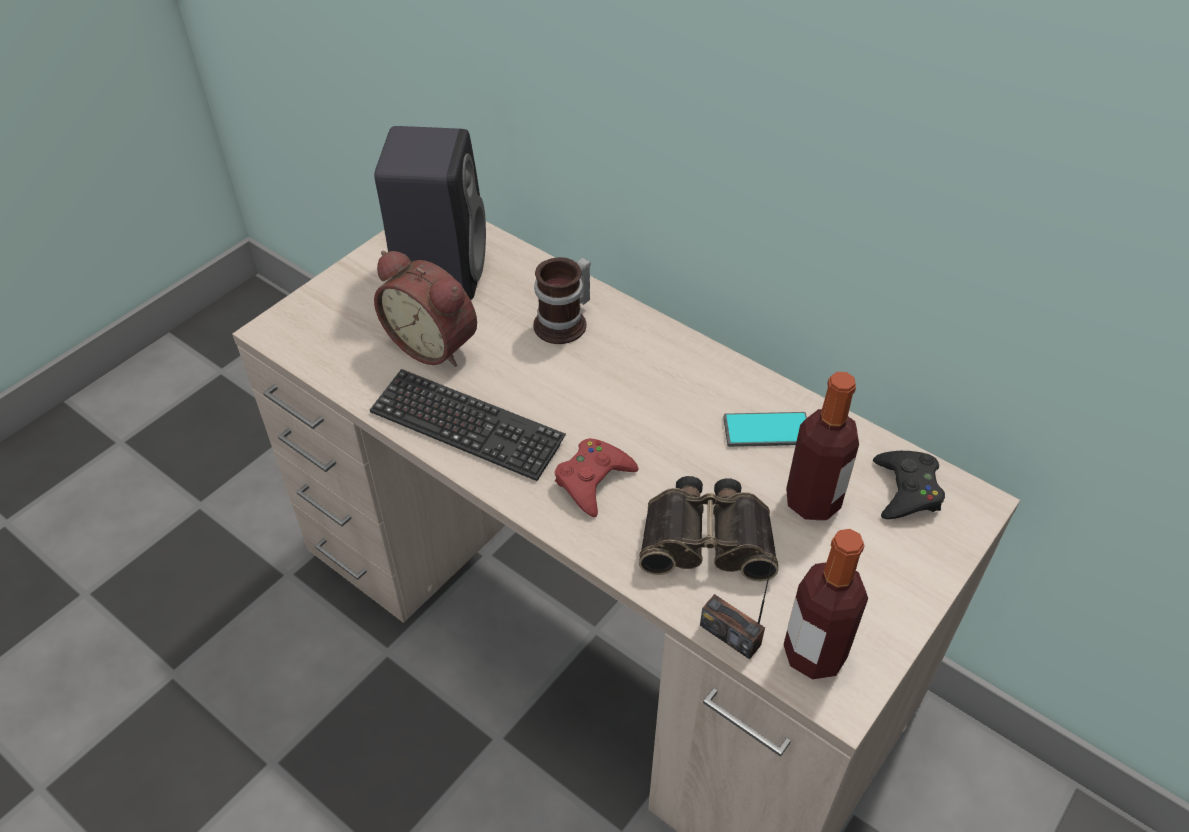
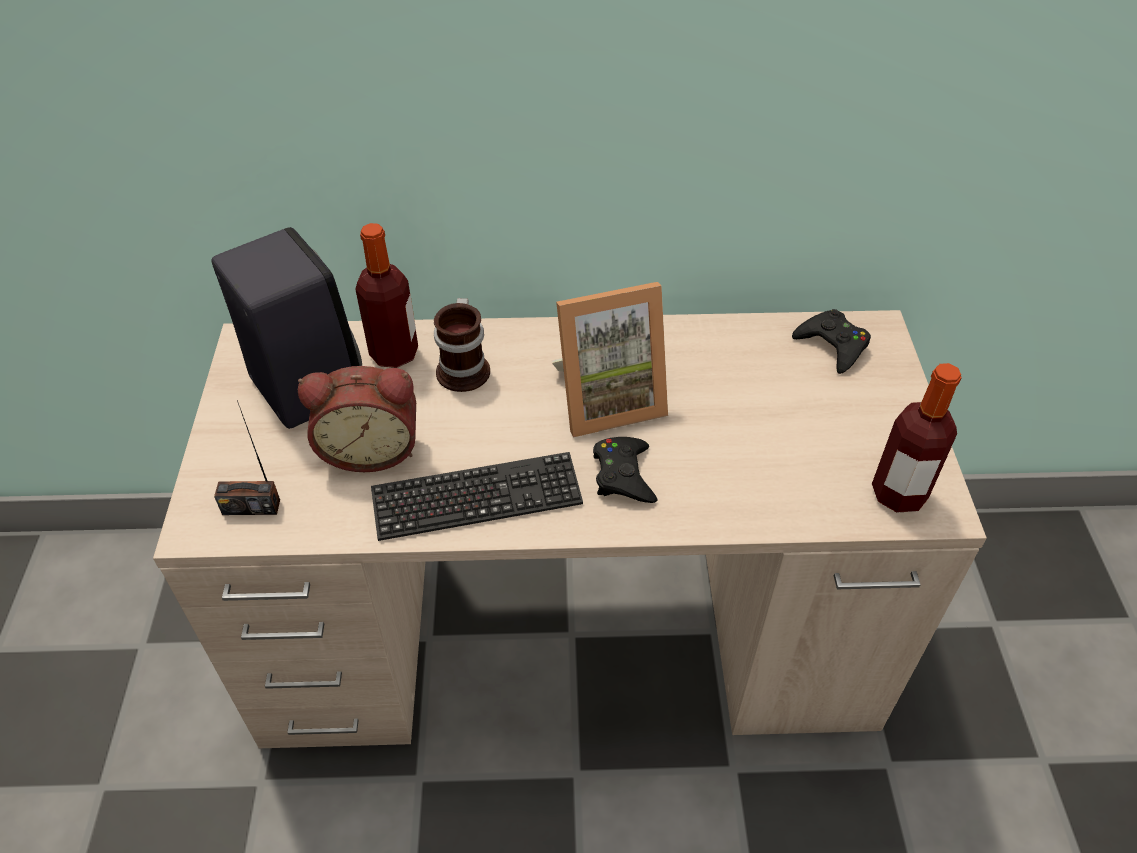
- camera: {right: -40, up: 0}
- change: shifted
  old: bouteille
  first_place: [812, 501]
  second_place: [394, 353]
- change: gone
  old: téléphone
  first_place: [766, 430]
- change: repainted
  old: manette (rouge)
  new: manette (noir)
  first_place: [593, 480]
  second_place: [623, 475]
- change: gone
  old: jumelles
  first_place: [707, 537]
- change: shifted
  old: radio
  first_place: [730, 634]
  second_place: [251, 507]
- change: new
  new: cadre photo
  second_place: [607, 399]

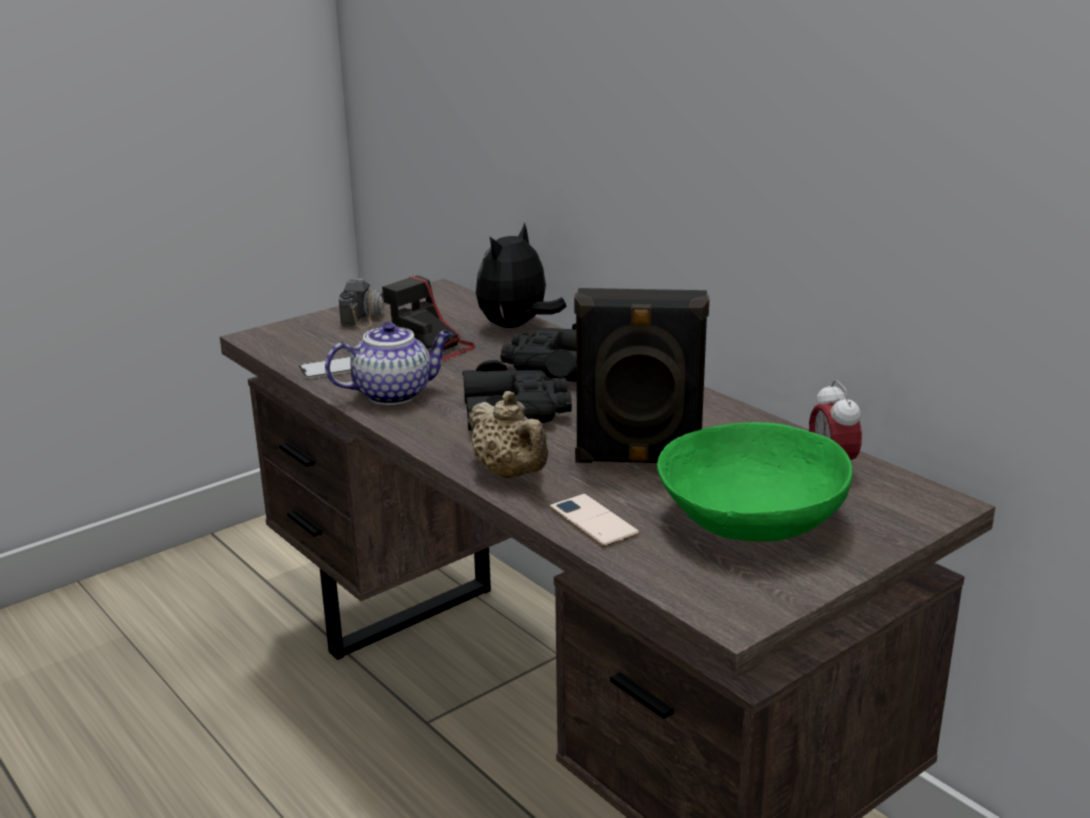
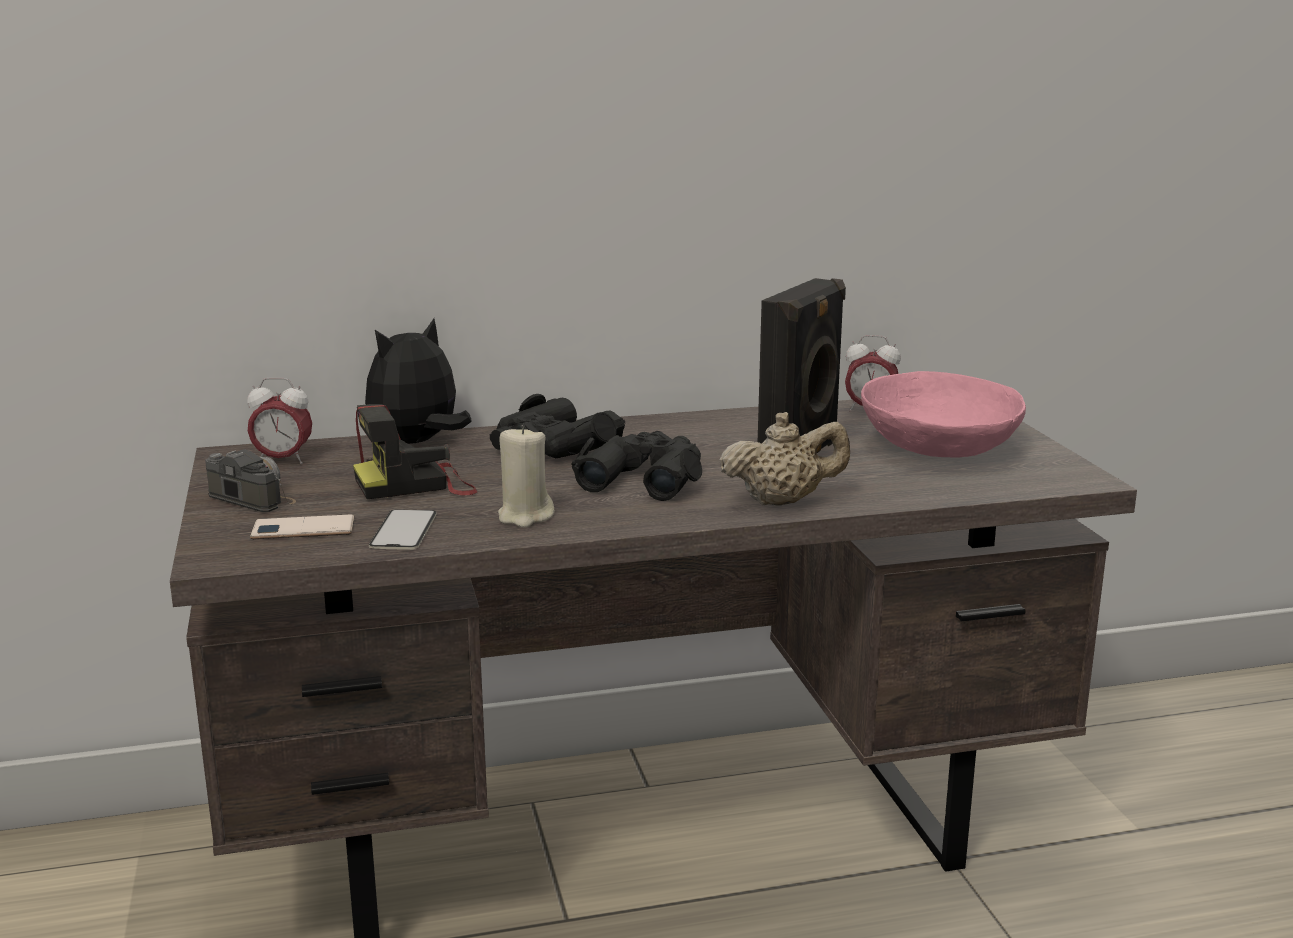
- camera: {right: -65, up: -5}
- change: rotated
  old: peluche
  first_place: [516, 326]
  second_place: [417, 443]
  degrees: 75
- change: swapped
  old: théière
  new: bougie (beige)
  first_place: [394, 394]
  second_place: [525, 516]
- change: repainted
  old: bol (vert)
  new: bol (rose)
  first_place: [752, 518]
  second_place: [938, 446]
- change: shifted
  old: téléphone
  first_place: [593, 521]
  second_place: [303, 528]
- change: new
  new: réveil
  second_place: [283, 460]

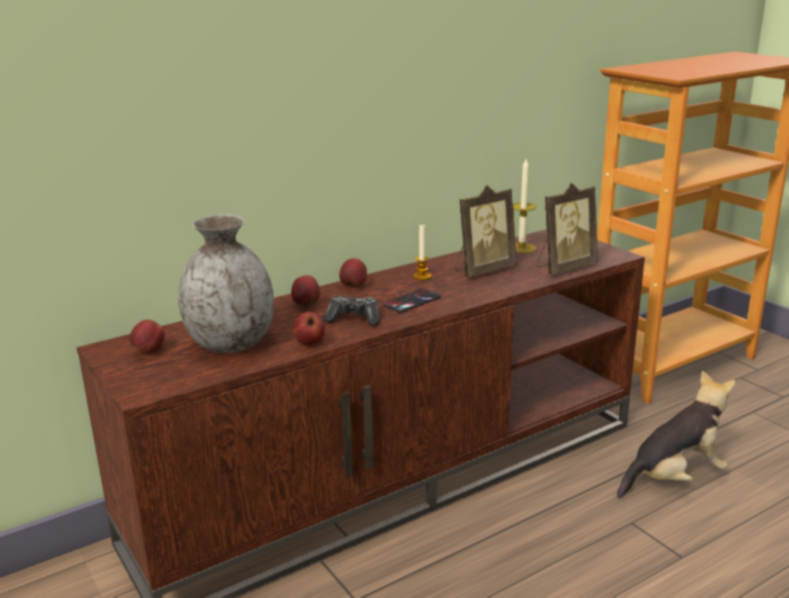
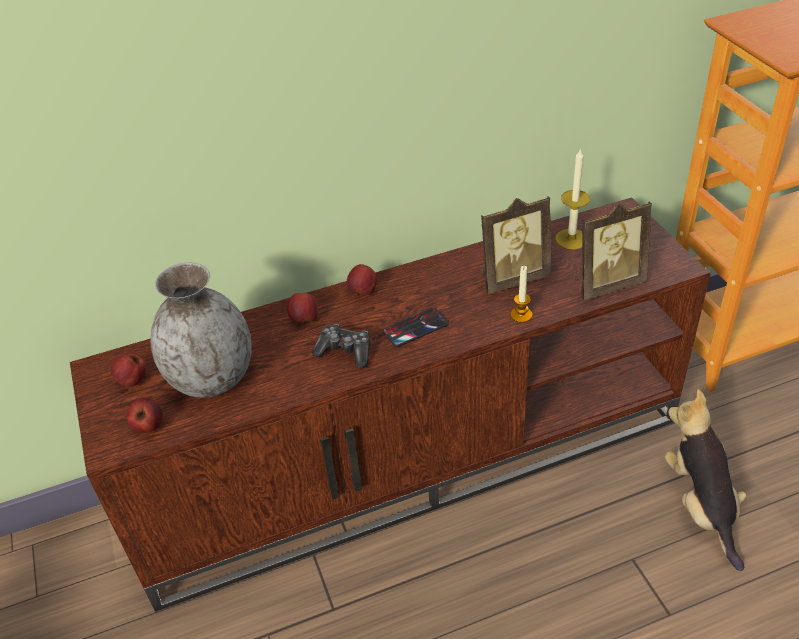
- camera: {right: 15, up: 20}
- change: shifted
  old: bougie
  first_place: [422, 276]
  second_place: [521, 315]
- change: shifted
  old: pomme
  first_place: [309, 343]
  second_place: [148, 426]
- change: rotated
  old: peluche
  first_place: [674, 477]
  second_place: [700, 505]
  degrees: -90

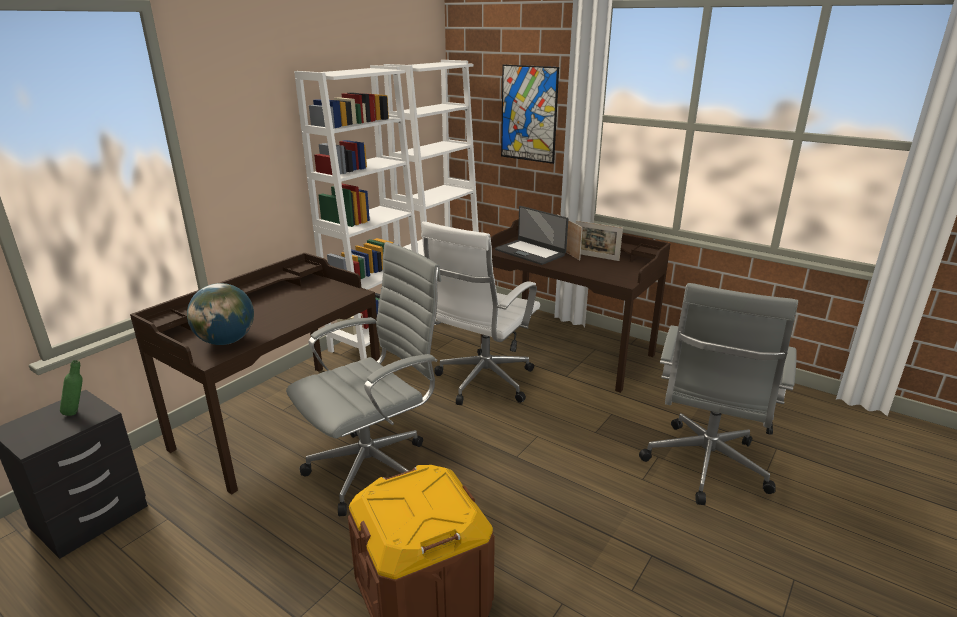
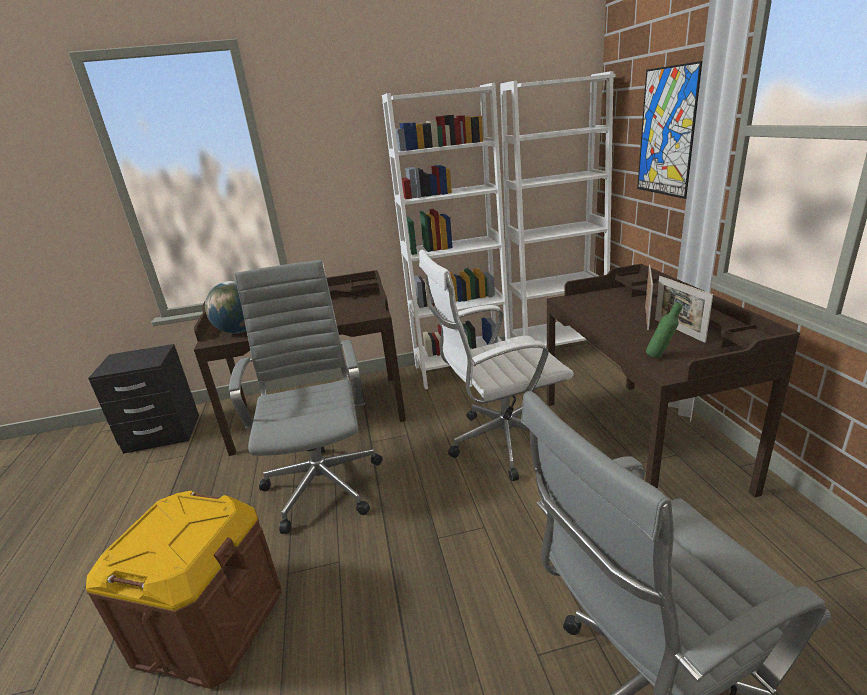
- camera: {right: 45, up: 0}
- change: gone
  old: ordinateur portable
  first_place: [530, 252]
- change: rotated
  old: chaise de bureau (gris)
  first_place: [375, 467]
  second_place: [323, 483]
  degrees: -105
- change: shifted
  old: bouteille (vert)
  first_place: [78, 411]
  second_place: [660, 356]

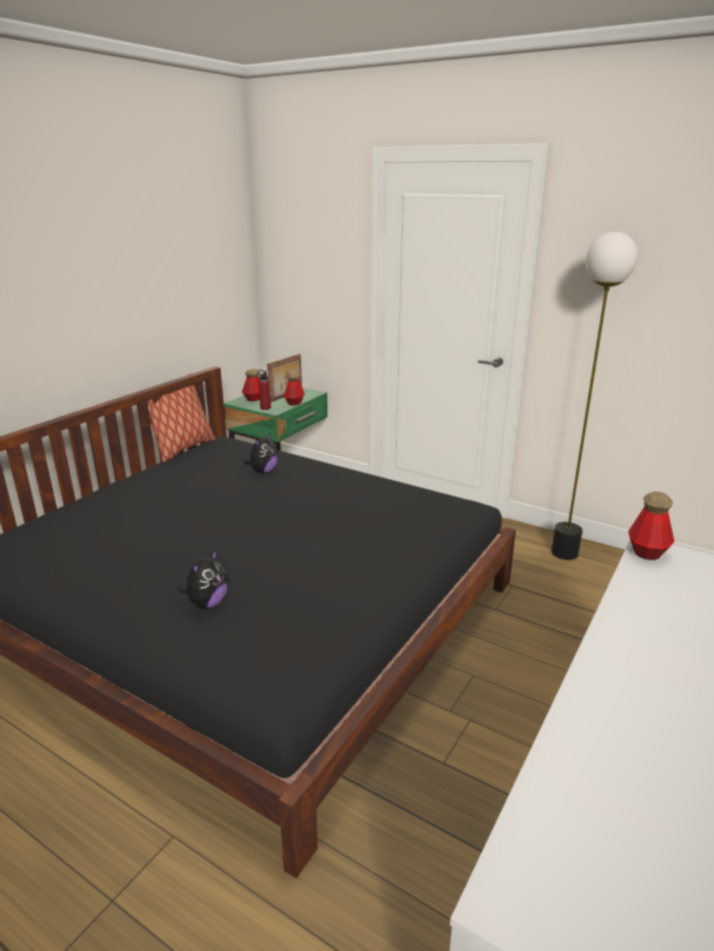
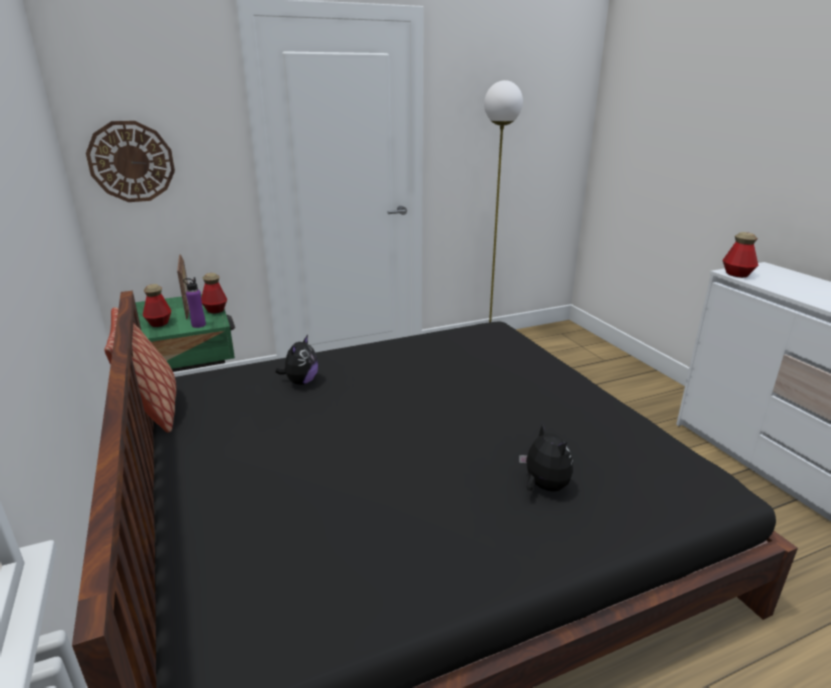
- camera: {right: -55, up: 0}
- change: repainted
  old: bouteille (rouge)
  new: bouteille (violet)
  first_place: [265, 408]
  second_place: [198, 325]
- change: rotated
  old: peluche
  first_place: [263, 471]
  second_place: [301, 382]
  degrees: 45
- change: new
  new: horloge murale
  second_place: [131, 162]

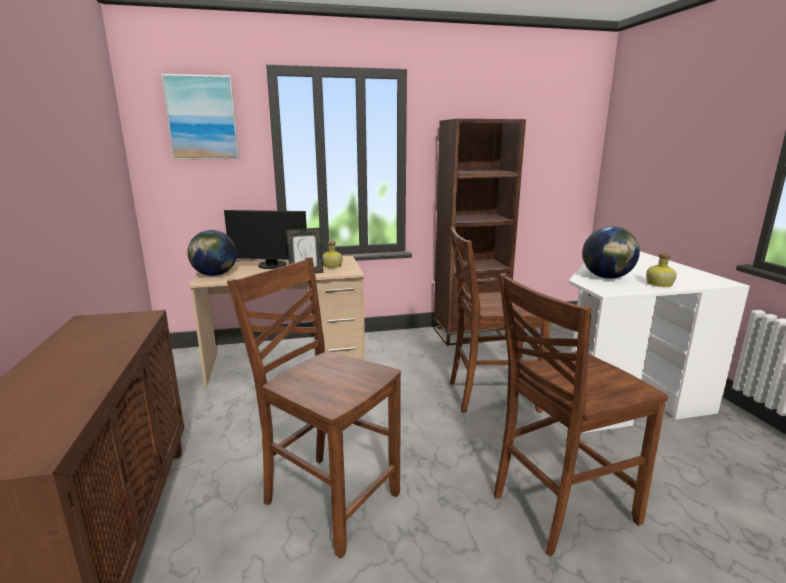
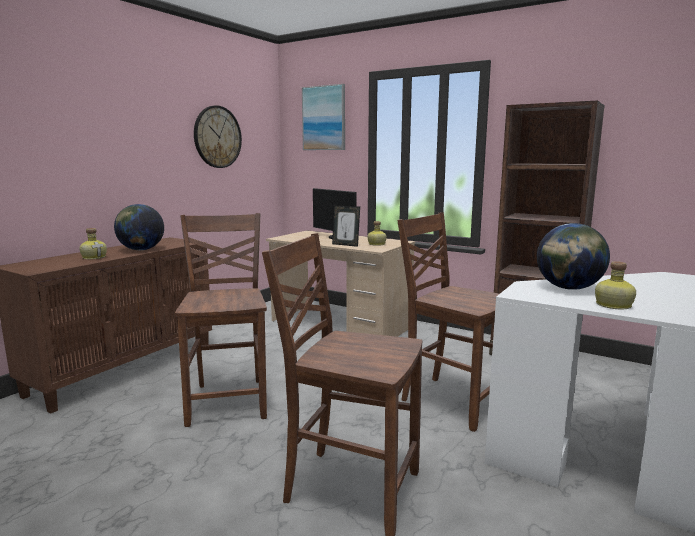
- camera: {right: 45, up: -5}
- change: shifted
  old: globe
  first_place: [214, 275]
  second_place: [141, 250]
- change: new
  new: horloge murale
  second_place: [217, 137]
- change: new
  new: bouteille
  second_place: [94, 257]

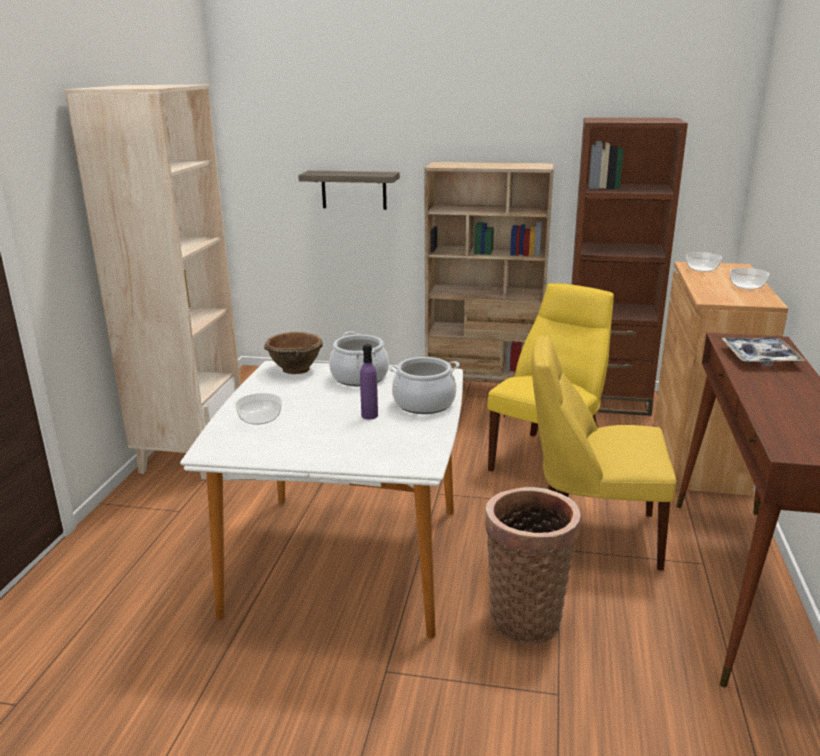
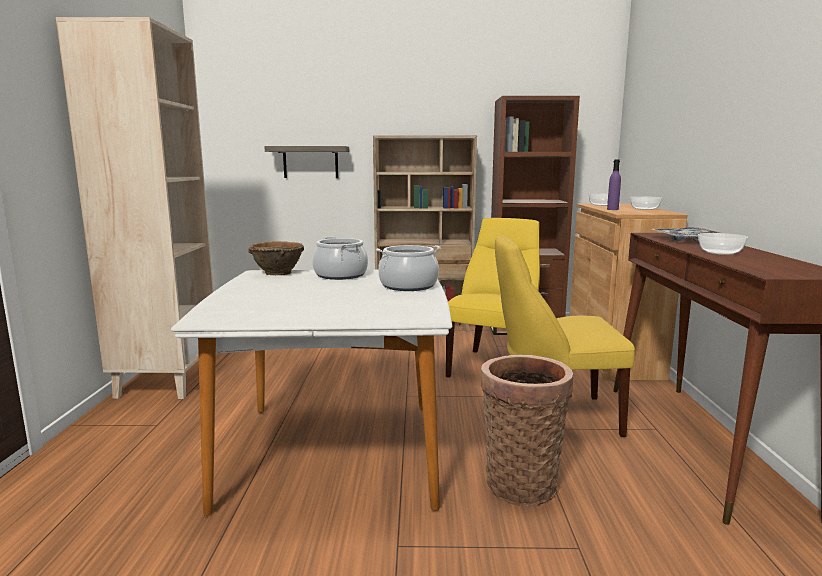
- camera: {right: -10, up: -10}
- change: shifted
  old: bouteille (violet)
  first_place: [369, 415]
  second_place: [612, 209]
- change: shifted
  old: bol
  first_place: [259, 419]
  second_place: [720, 252]

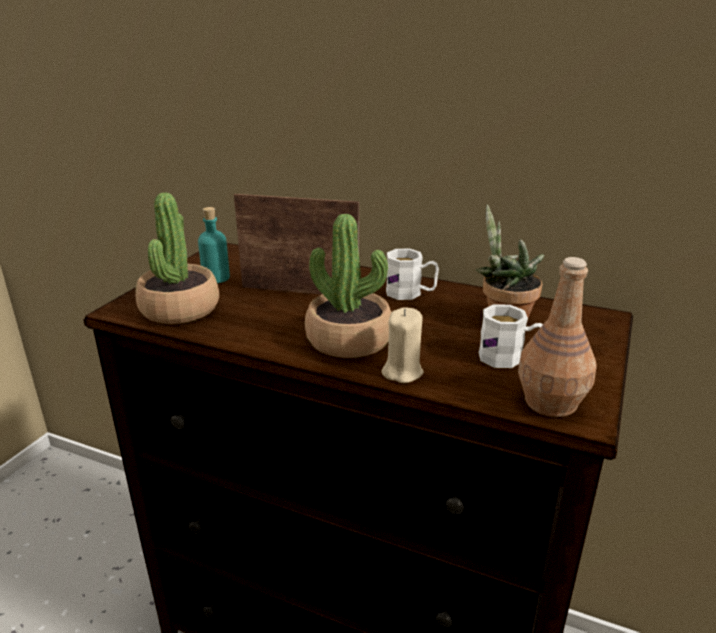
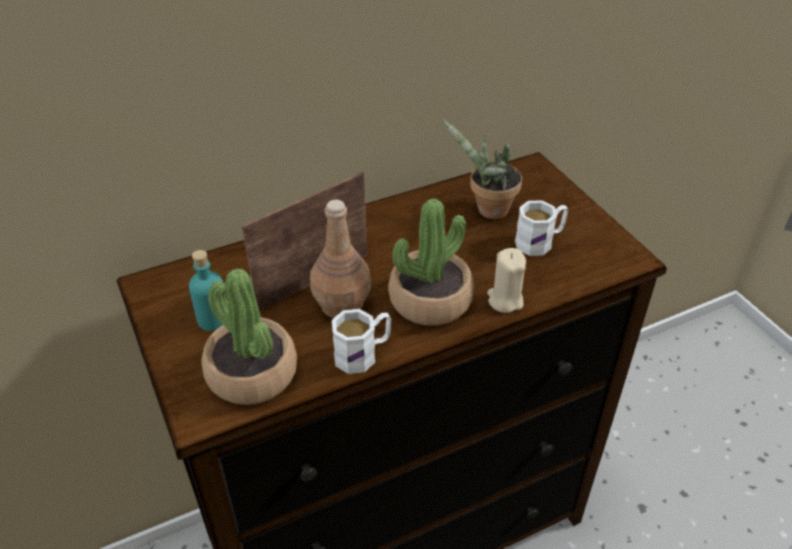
- camera: {right: -50, up: 15}
- change: shifted
  old: mug (blanc)
  first_place: [411, 293]
  second_place: [363, 354]
- change: shifted
  old: bouteille (marron)
  first_place: [550, 402]
  second_place: [341, 304]

